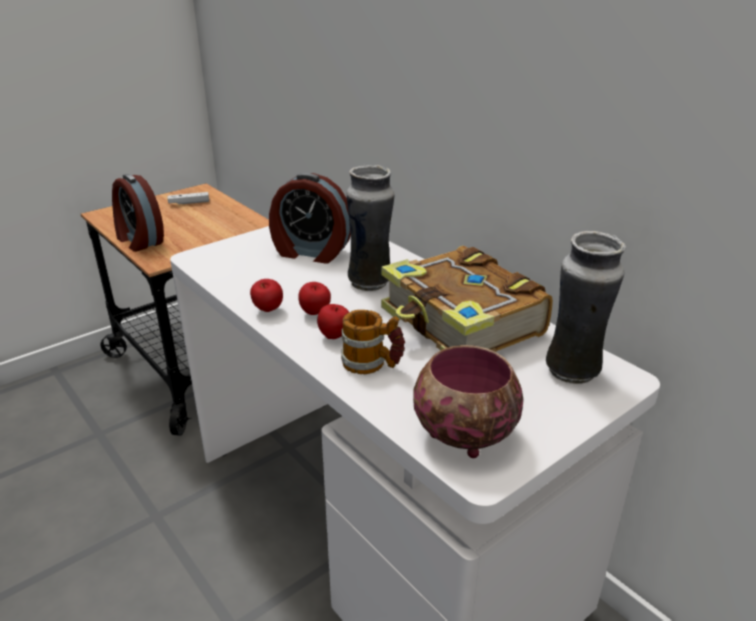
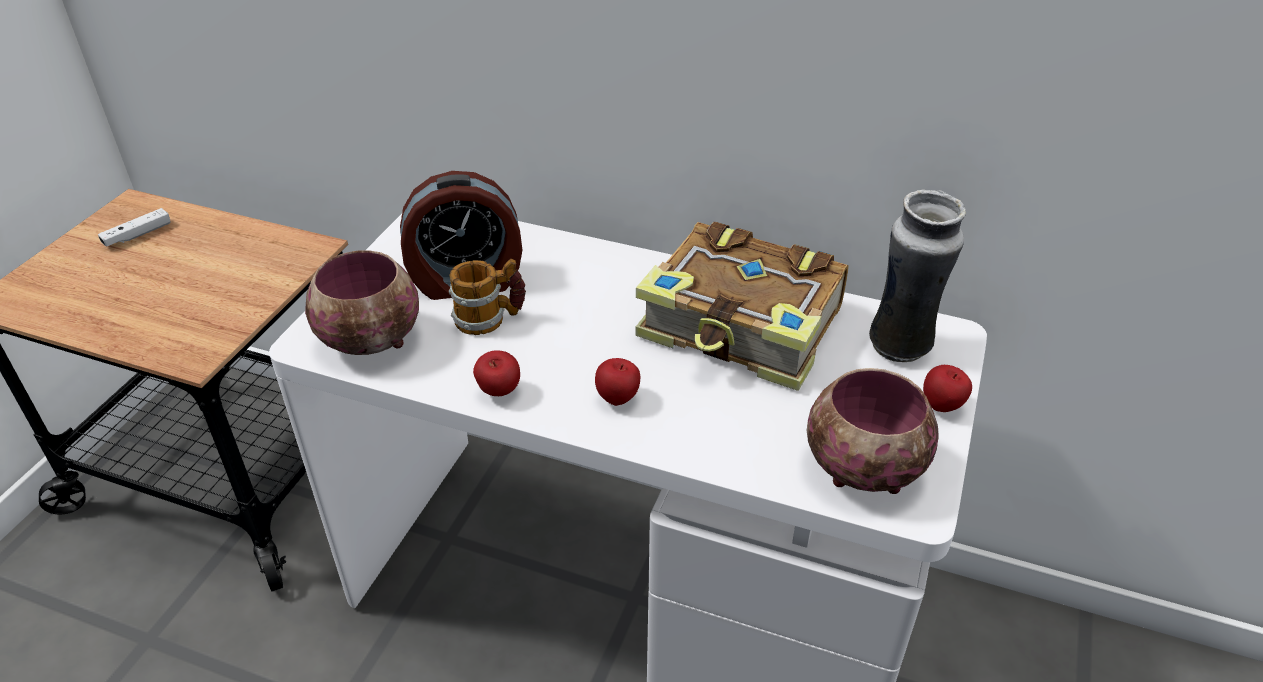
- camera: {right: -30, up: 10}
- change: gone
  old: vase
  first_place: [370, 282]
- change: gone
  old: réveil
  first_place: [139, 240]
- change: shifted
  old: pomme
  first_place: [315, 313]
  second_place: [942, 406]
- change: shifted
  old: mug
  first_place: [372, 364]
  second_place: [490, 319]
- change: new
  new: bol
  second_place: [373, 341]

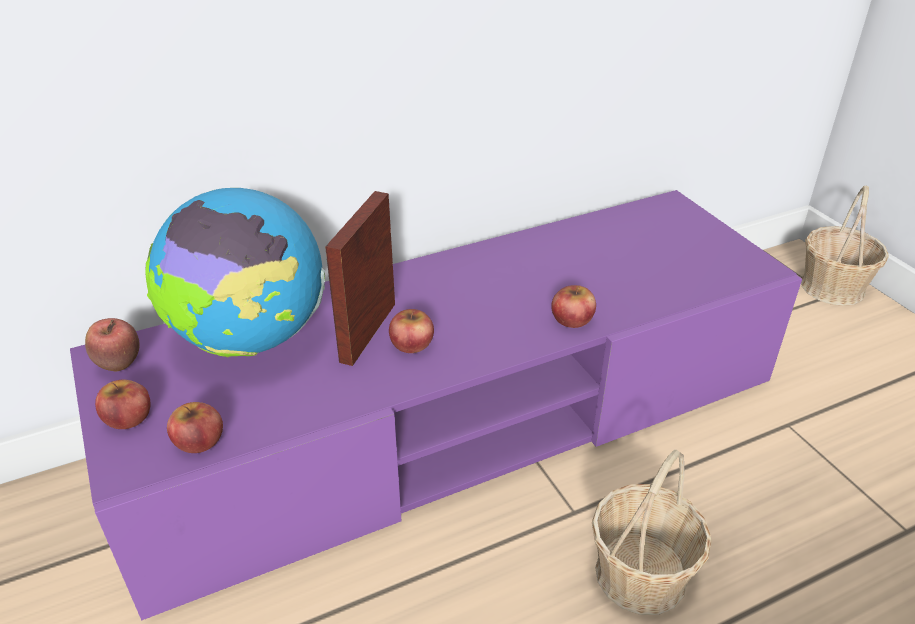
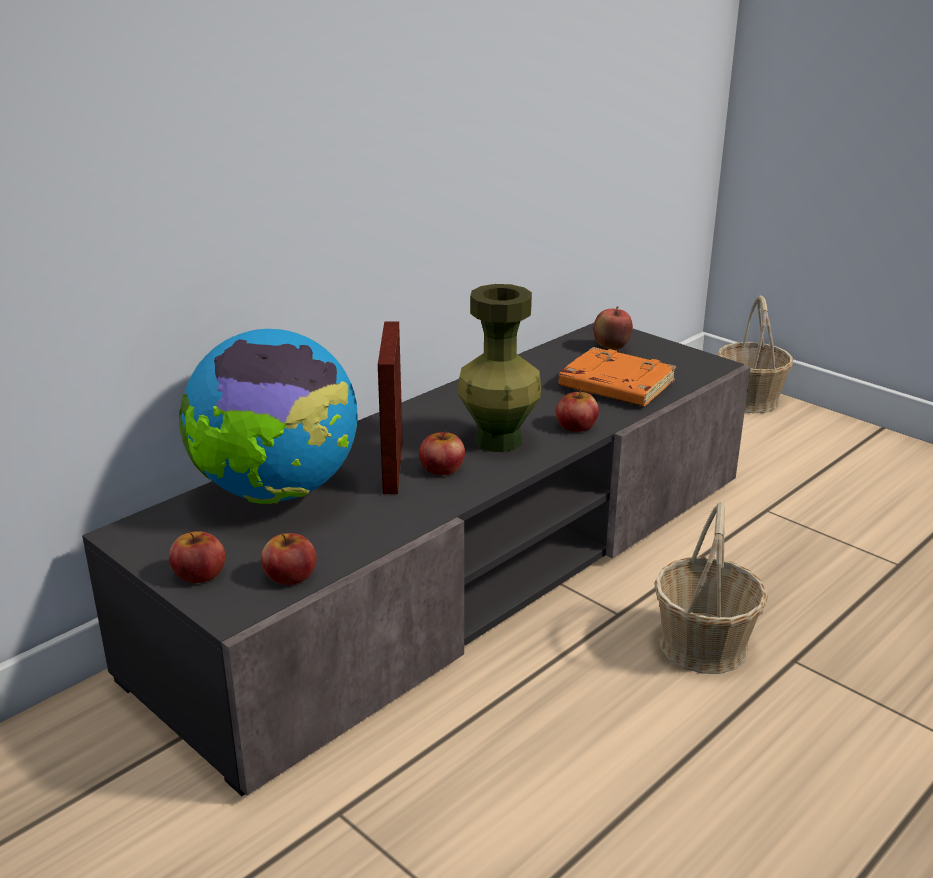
- camera: {right: -20, up: -10}
- change: repainted
  old: meuble télé (violet)
  new: meuble télé (gris)
  first_place: [457, 422]
  second_place: [466, 569]
- change: shifted
  old: pomme
  first_place: [119, 365]
  second_place: [611, 348]
- change: new
  new: vase (vert)
  second_place: [497, 440]
- change: new
  new: livre (orange)
  second_place: [614, 386]

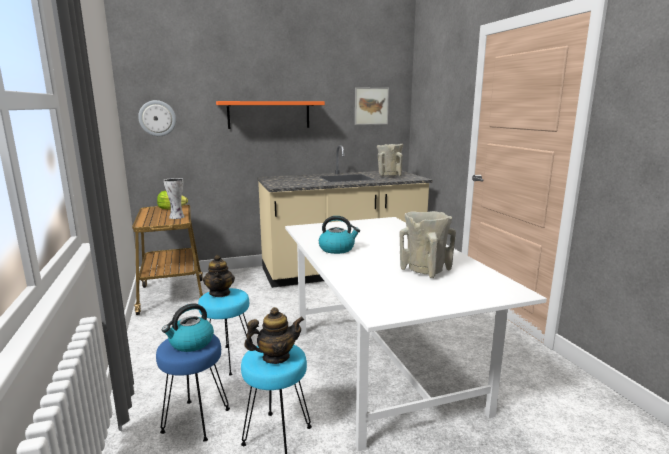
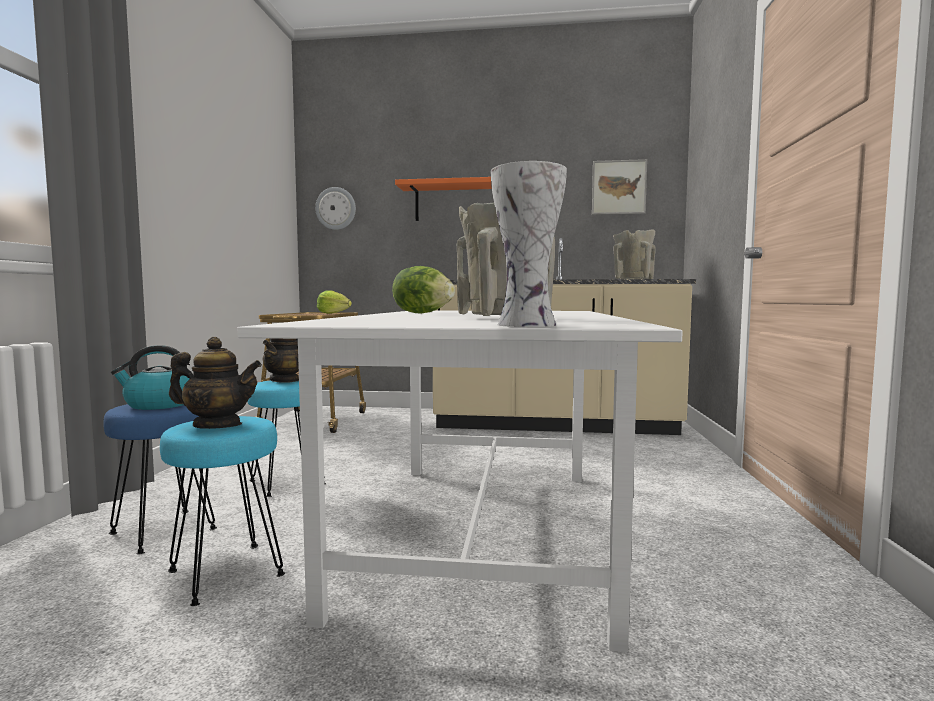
- camera: {right: 25, up: -10}
- change: shifted
  old: vase
  first_place: [177, 217]
  second_place: [526, 325]
- change: swapped
  old: bouilloire
  new: laitue
  first_place: [337, 249]
  second_place: [422, 313]

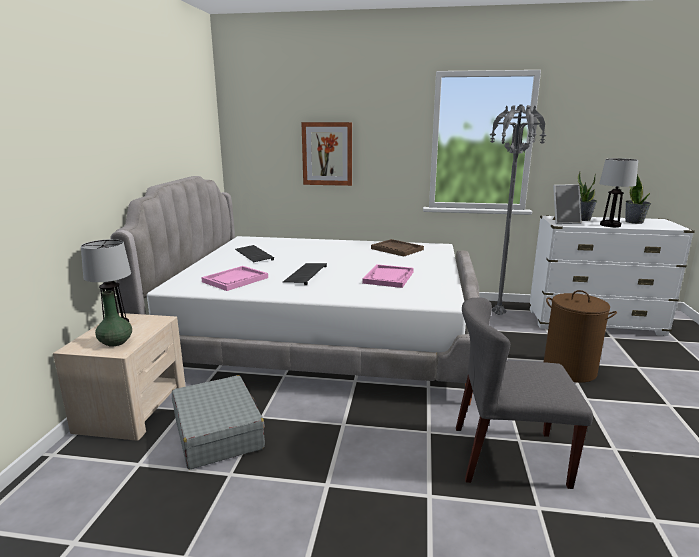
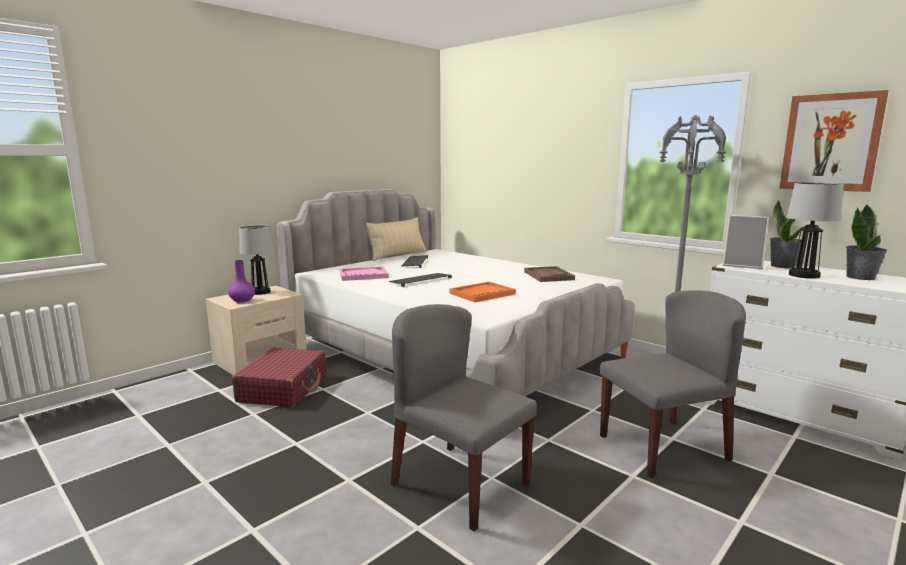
- camera: {right: 35, up: -5}
- change: shifted
  old: tableau
  first_place: [327, 154]
  second_place: [831, 142]
- change: repainted
  old: plateau (rose)
  new: plateau (orange)
  first_place: [388, 277]
  second_place: [482, 294]
- change: repainted
  old: vase (vert)
  new: vase (violet)
  first_place: [115, 342]
  second_place: [242, 300]
- change: swapped
  old: panier à linge (marron)
  new: chaise (gris)
  first_place: [570, 370]
  second_place: [663, 447]
- change: repainted
  old: valise (gris)
  new: valise (rouge)
  first_place: [218, 432]
  second_place: [283, 388]
- change: new
  new: coussin (beige)
  second_place: [397, 255]

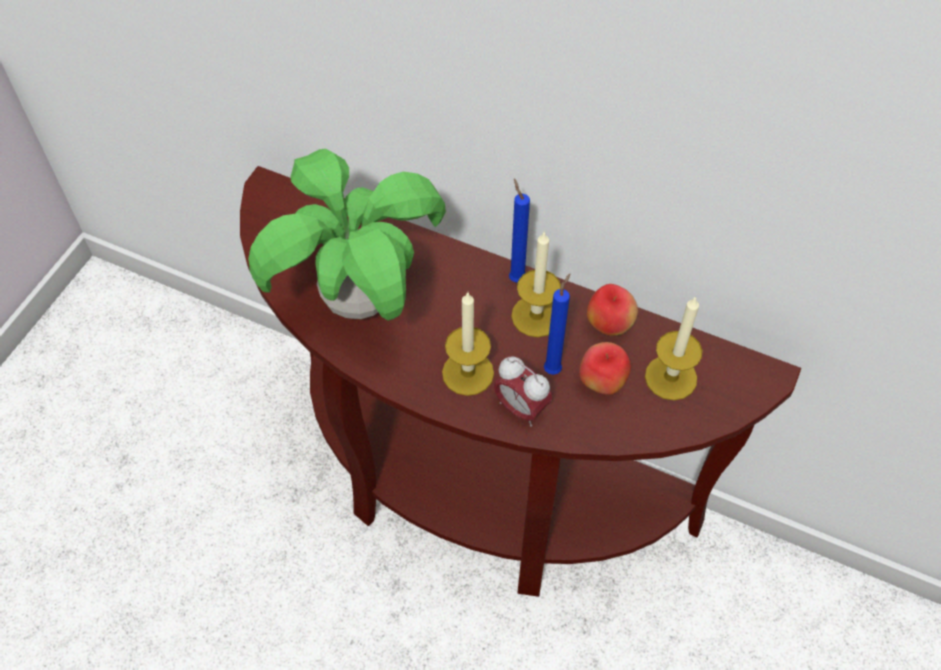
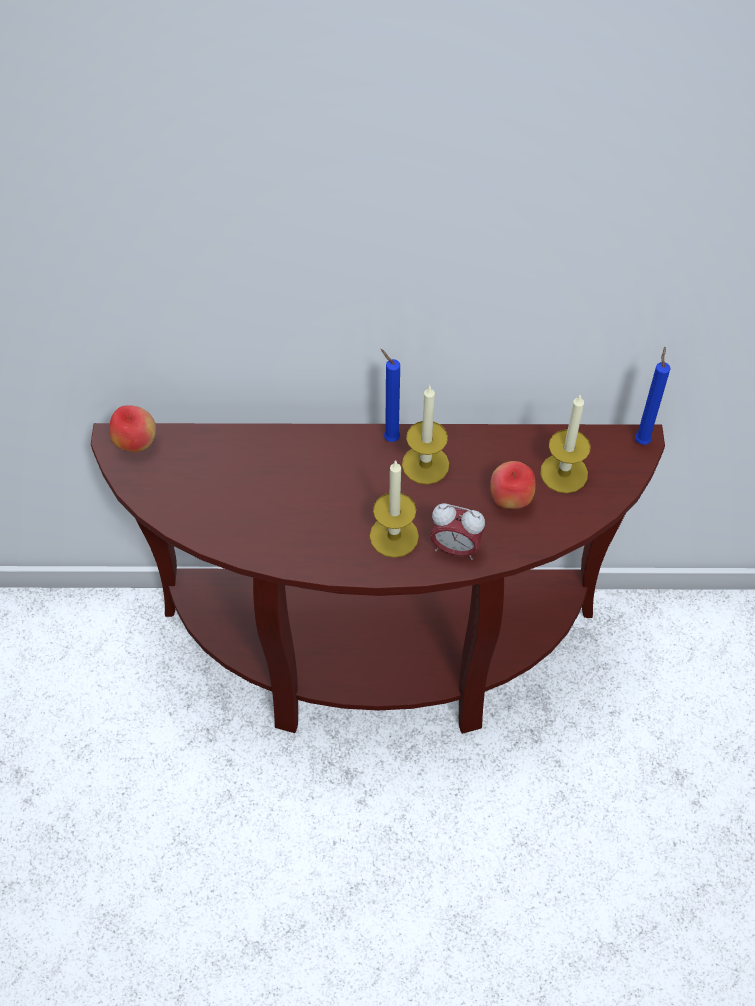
- camera: {right: -25, up: 0}
- change: gone
  old: plante en pot
  first_place: [360, 301]
- change: shifted
  old: bougie (bleu)
  first_place: [554, 368]
  second_place: [642, 439]
- change: shifted
  old: pomme
  first_place: [609, 325]
  second_place: [136, 443]

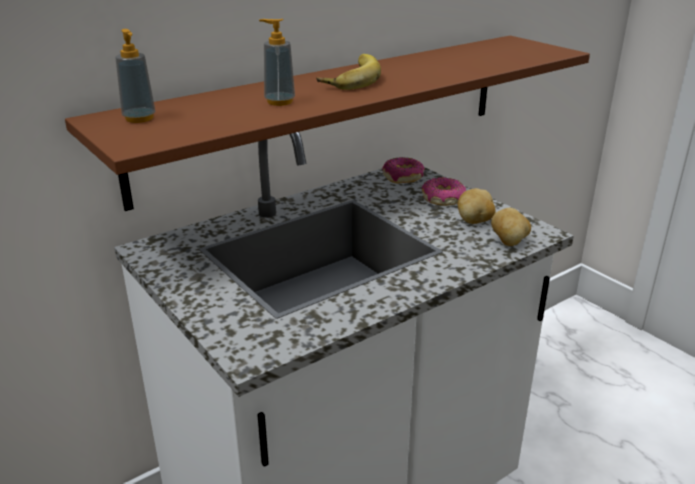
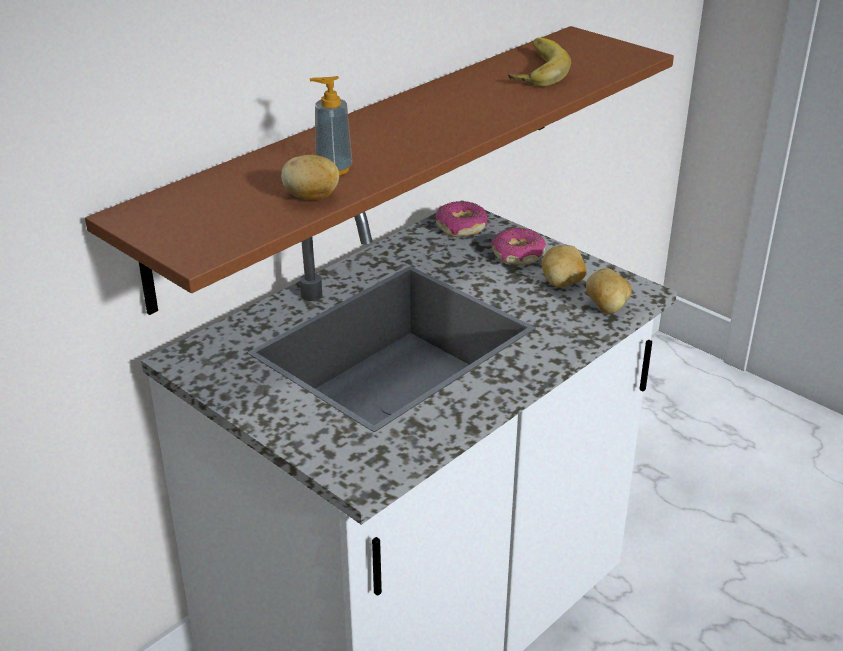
- camera: {right: -10, up: 5}
- change: gone
  old: distributeur de savon
  first_place: [139, 118]
- change: shifted
  old: banane
  first_place: [349, 78]
  second_place: [534, 69]
- change: new
  new: pomme de terre
  second_place: [311, 197]

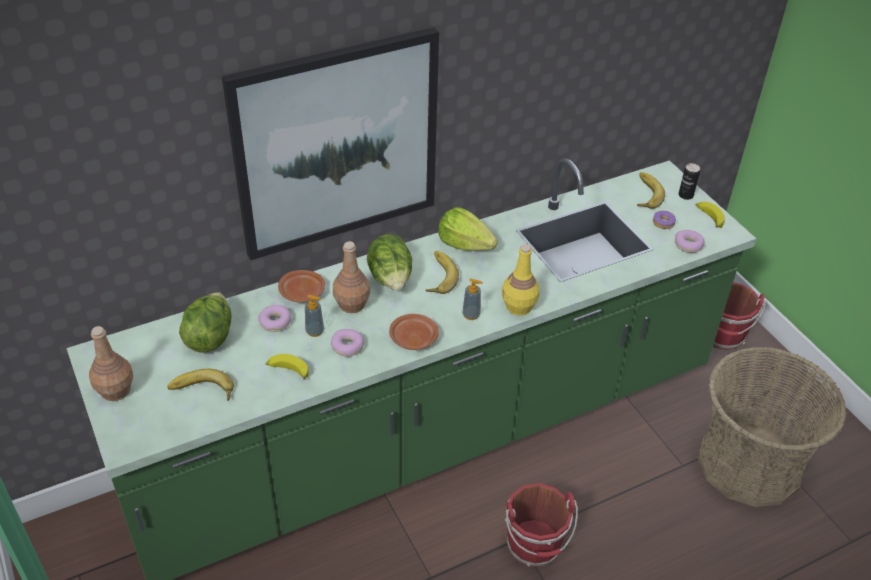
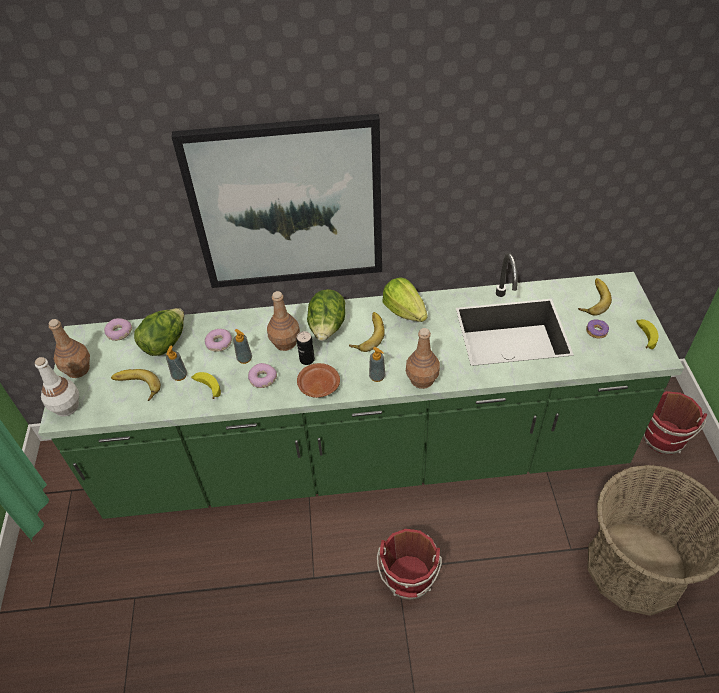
- camera: {right: 25, up: 5}
- change: shifted
  old: boîte métallique
  first_place: [685, 195]
  second_place: [307, 359]
- change: shifted
  old: beignet
  first_place: [688, 245]
  second_place: [119, 333]
- change: repainted
  old: bouteille (jaune)
  new: bouteille (marron)
  first_place: [519, 307]
  second_place: [422, 380]
- change: gone
  old: assiette (marron)
  first_place: [302, 292]
- change: new
  new: distributeur de savon
  second_place: [179, 376]
- change: new
  new: bouteille (blanc)
  second_place: [66, 407]

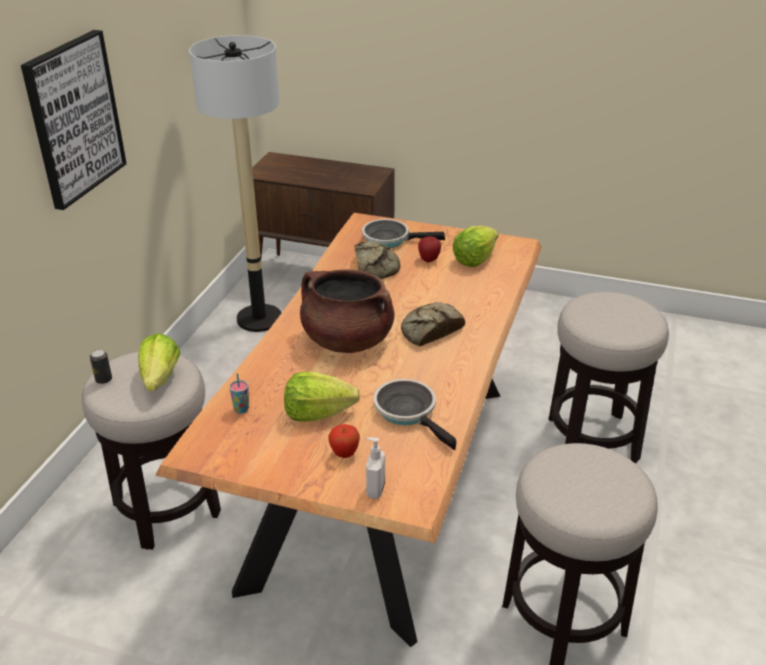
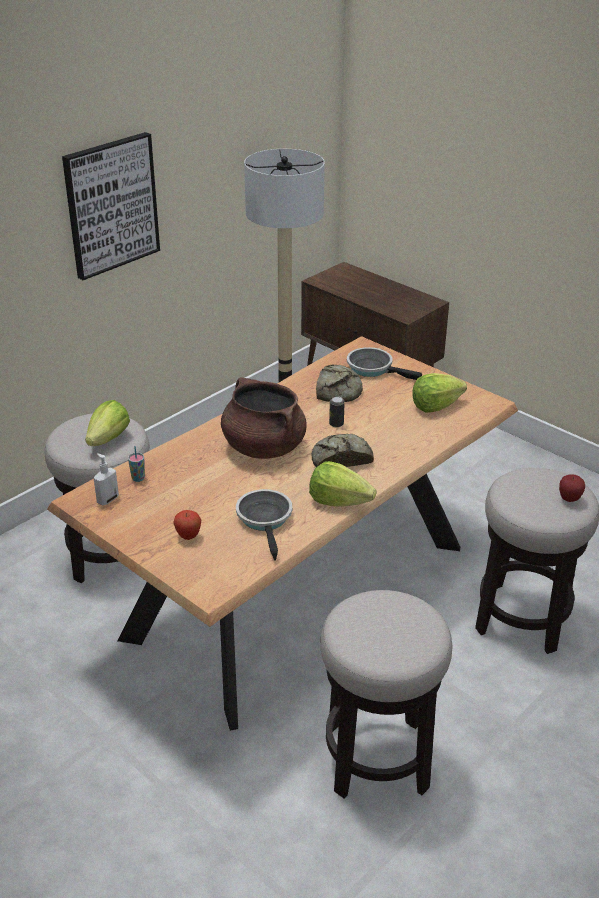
- camera: {right: 25, up: 0}
- change: shifted
  old: pomme
  first_place: [429, 260]
  second_place: [569, 499]
- change: shifted
  old: boîte métallique
  first_place: [103, 379]
  second_place: [336, 424]
- change: shifted
  old: laitue
  first_place: [318, 413]
  second_place: [338, 501]
- change: shifted
  old: distributeur de savon
  first_place: [375, 489]
  second_place: [107, 499]

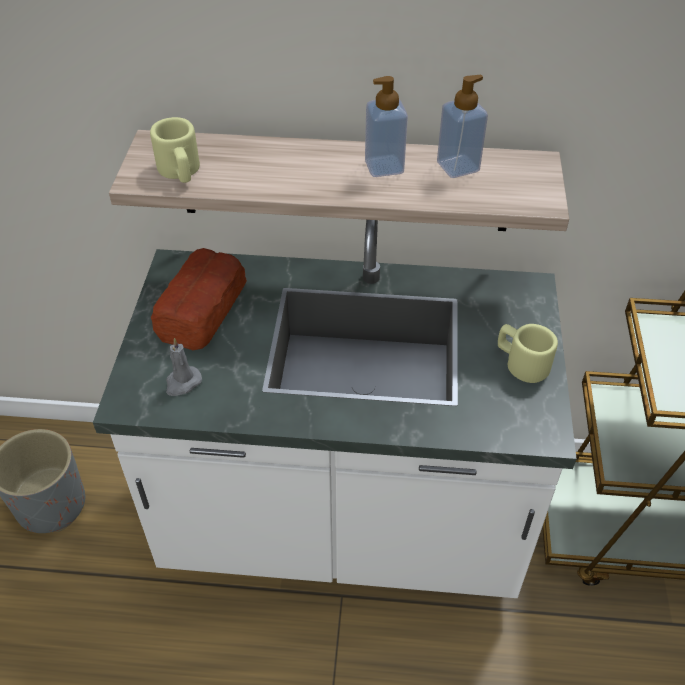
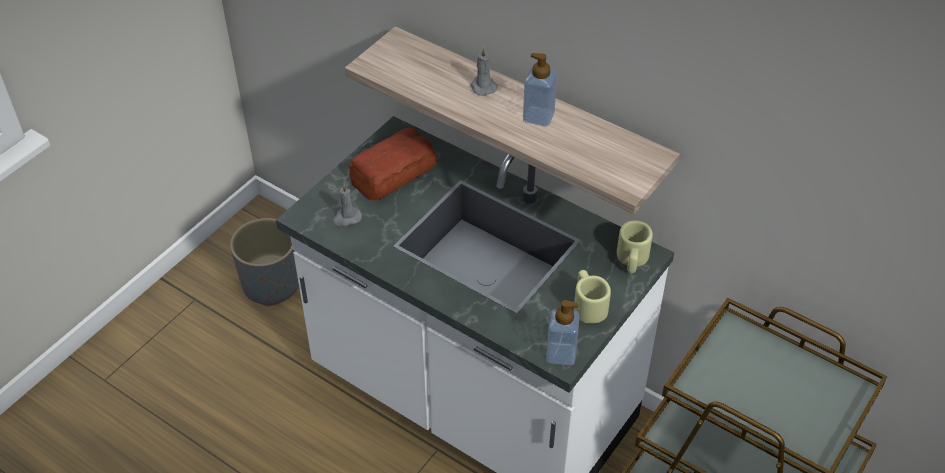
- camera: {right: 30, up: 0}
- change: shifted
  old: distributeur de savon
  first_place: [458, 167]
  second_place: [561, 354]
- change: shifted
  old: mug (beige)
  first_place: [180, 172]
  second_place: [632, 260]
- change: new
  new: bougie (gris)
  second_place: [482, 86]

